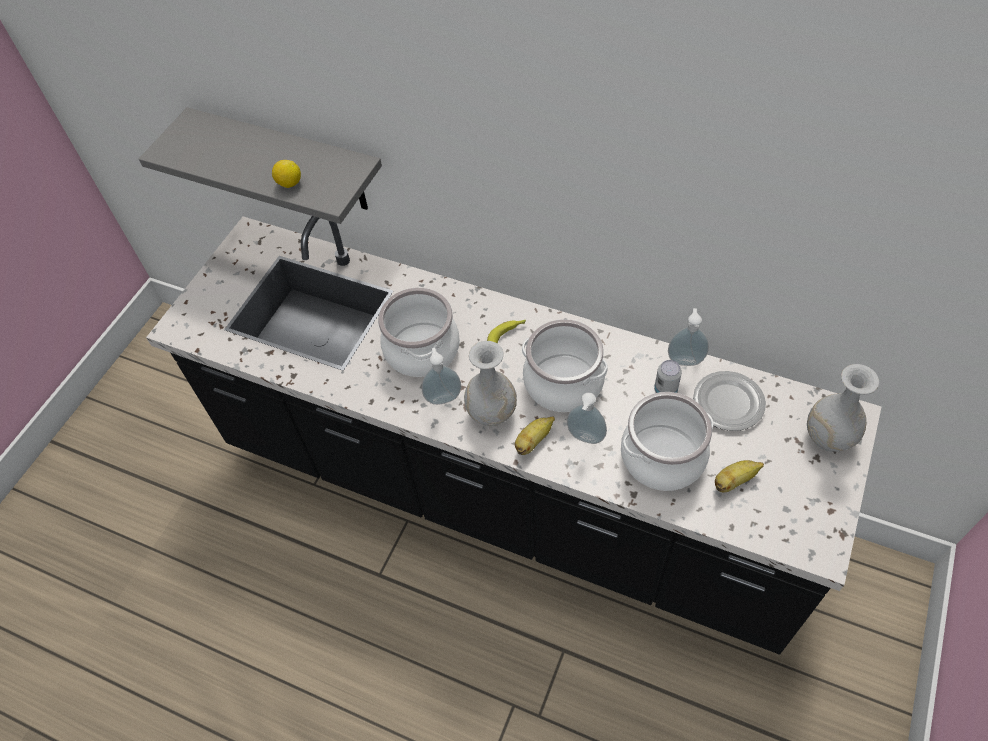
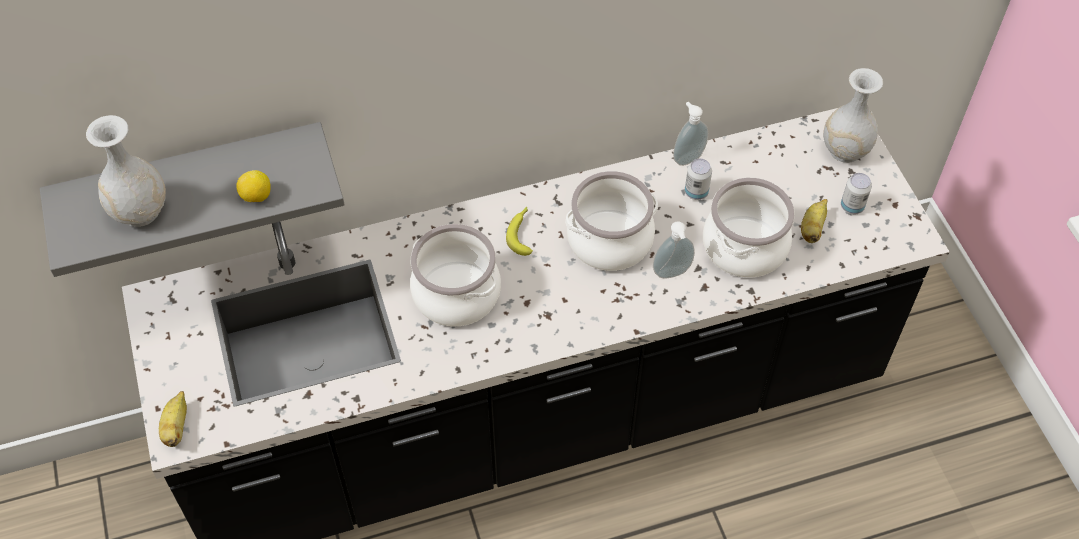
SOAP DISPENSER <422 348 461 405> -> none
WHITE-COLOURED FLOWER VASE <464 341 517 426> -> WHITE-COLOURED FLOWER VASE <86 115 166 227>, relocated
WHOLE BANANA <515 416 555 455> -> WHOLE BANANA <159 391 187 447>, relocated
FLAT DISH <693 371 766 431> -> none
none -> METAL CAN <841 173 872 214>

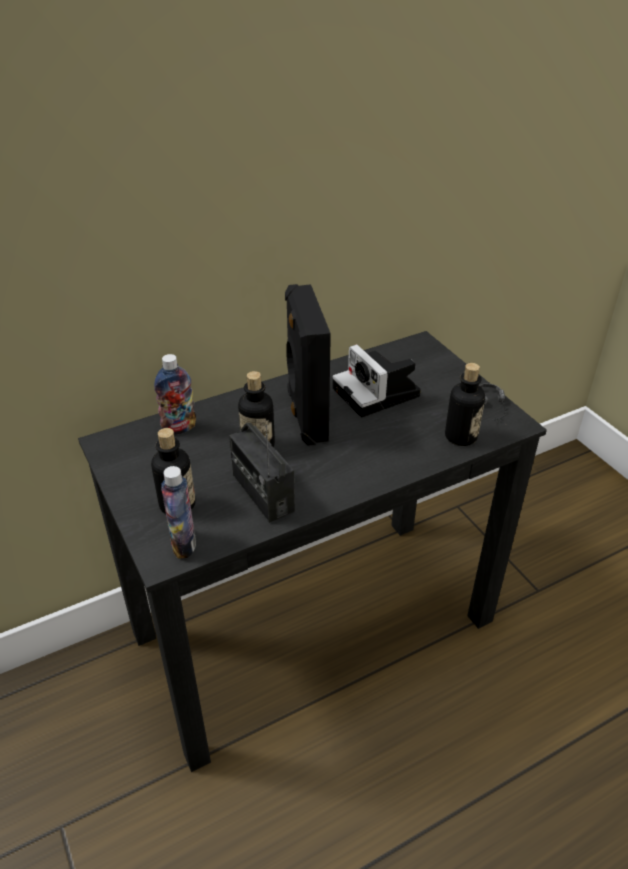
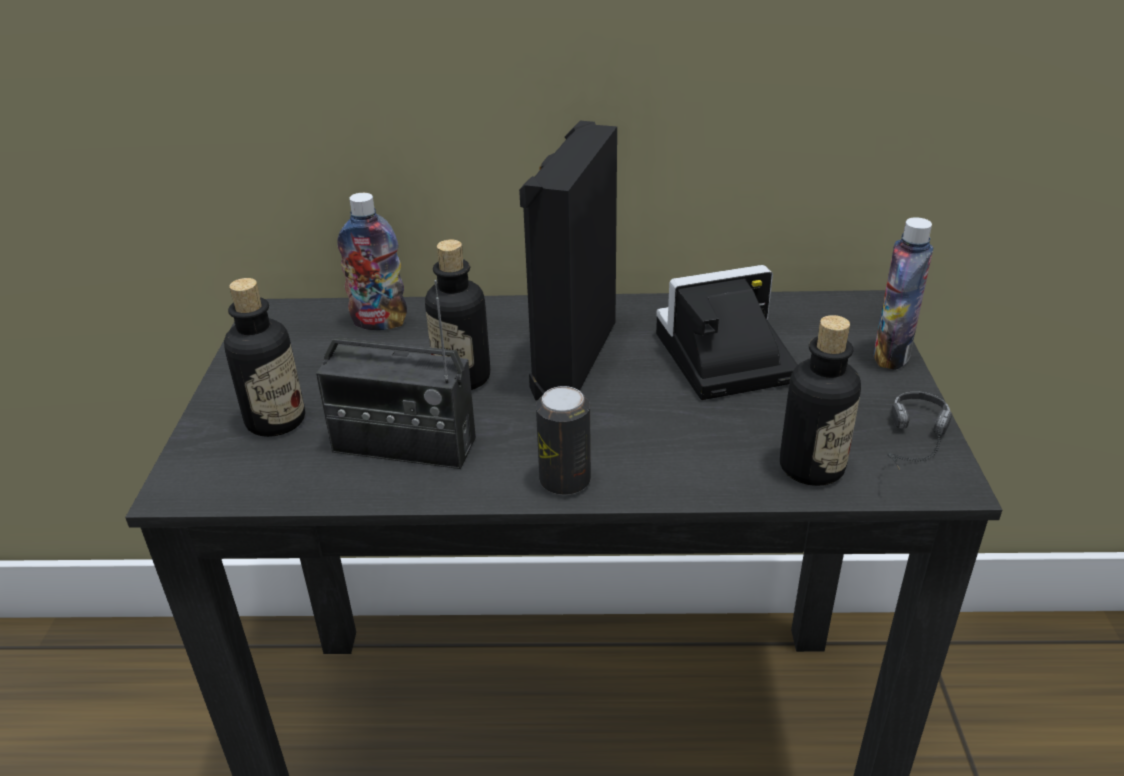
BEVERAGE BOTTLE <161 466 196 558> -> BEVERAGE BOTTLE <873 217 933 370>, relocated
RADIO SET <229 423 295 523> -> RADIO SET <316 280 476 469>, 75 degrees counterclockwise
PHOTO CAMERA <333 344 421 417> -> PHOTO CAMERA <656 265 798 400>, 75 degrees clockwise
none -> METAL CAN <536 386 591 495>

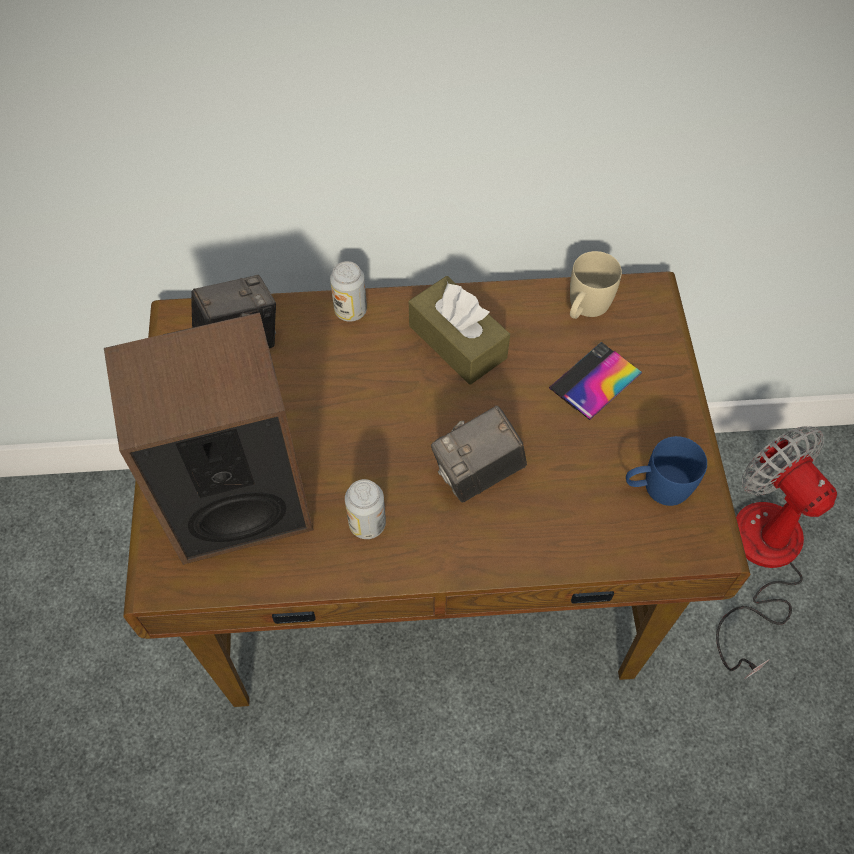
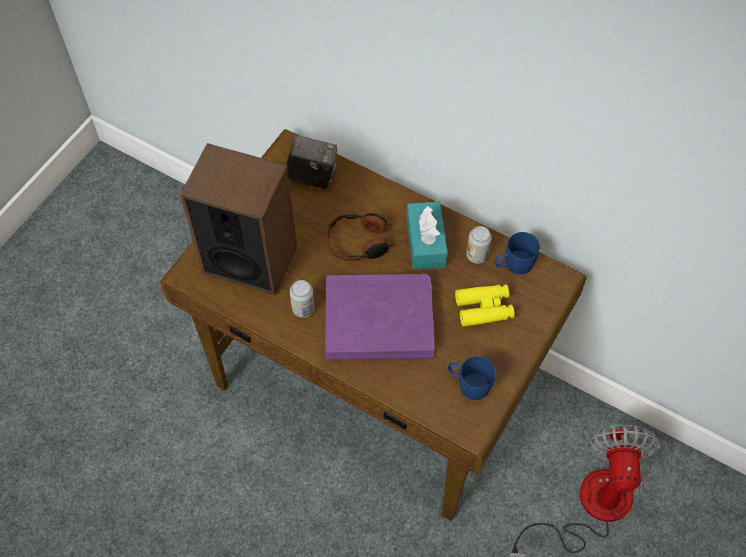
METAL CAN <330 261 367 322> -> METAL CAN <466 226 492 264>, relocated
BROWNISH TISSUE BOX <409 276 510 385> -> TURQUOISE-COLOURED TISSUE BOX <407 201 448 270>
PHOTO CAMERA <431 406 527 503> -> PURPLISH BOOK <325 274 435 360>
PHONE <549 342 642 420> -> YELLOW-COLOURED FIELD GLASSES <455 284 515 327>
BEIGE MUG <570 251 622 319> -> BLUE-COLOURED MUG <495 232 540 275>
none -> HEADSET <326 213 394 261>

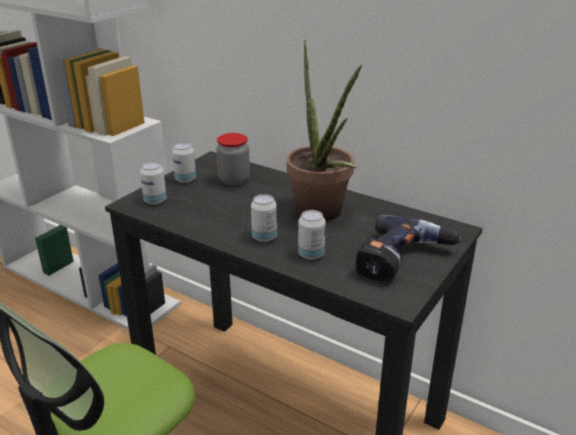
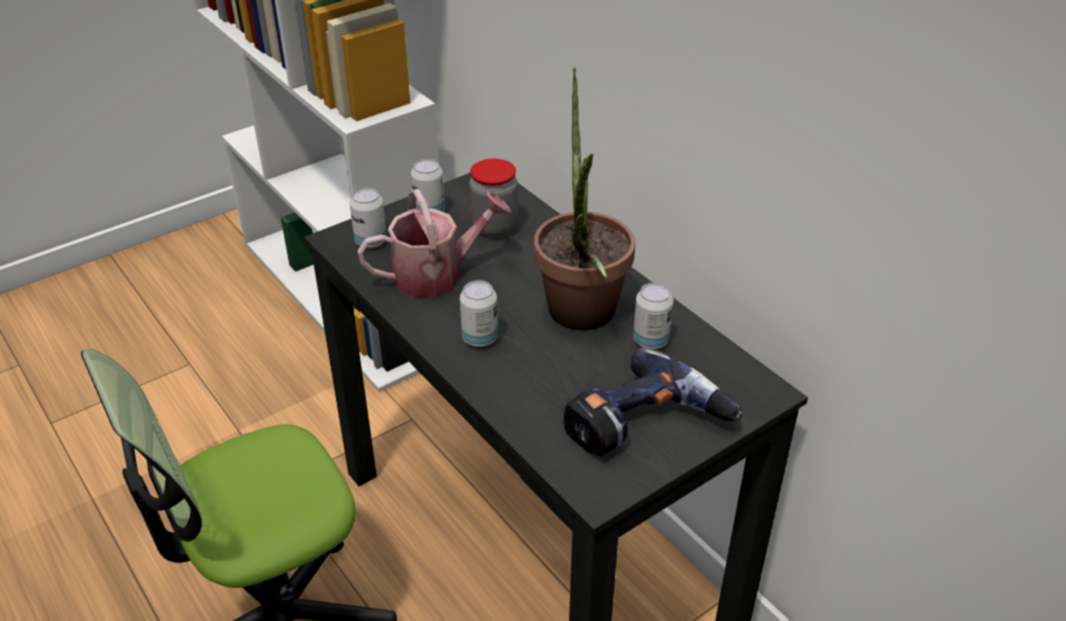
METAL CAN <298 210 326 260> -> METAL CAN <633 283 674 349>, relocated
none -> WATERING POT <357 189 511 297>

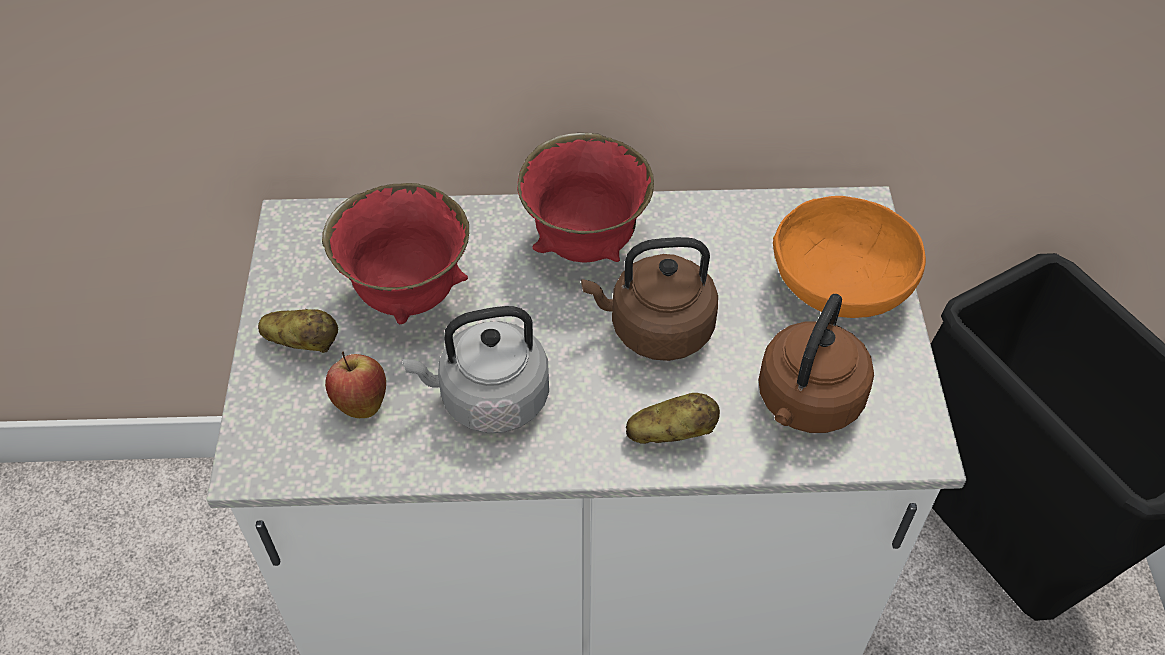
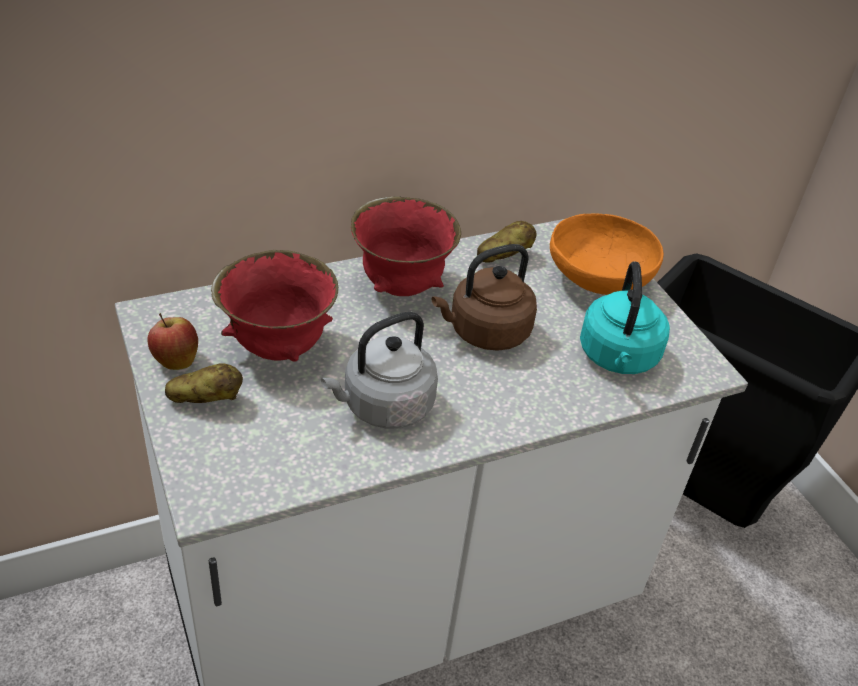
APPLE <325 351 386 418> -> APPLE <147 313 198 370>, relocated
WHOLE POTATO <626 393 720 444> -> WHOLE POTATO <477 221 537 263>, relocated
BROWNISH TEA KETTLE <758 294 874 433> -> TURQUOISE-COLOURED TEA KETTLE <580 261 670 374>

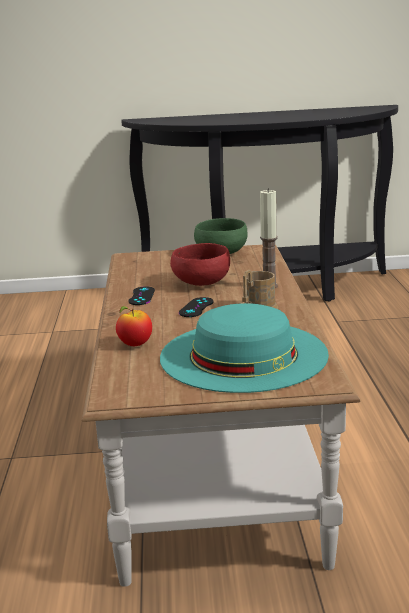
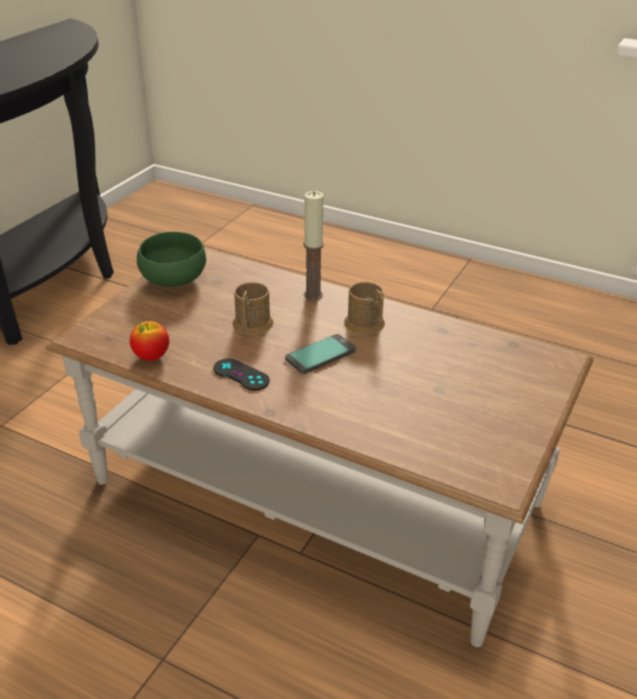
APPLE <116 306 152 346> -> APPLE <130 321 169 361>, relocated
TURQUOISE-COLOURED CLOTHING HAT <160 303 329 393> -> none
REDDISH SERVING BOWL <170 243 230 286> -> BROWNISH MUG <232 282 274 335>
BLACK-COLOURED GAMEPAD <179 297 214 317> -> PHONE <285 334 356 374>

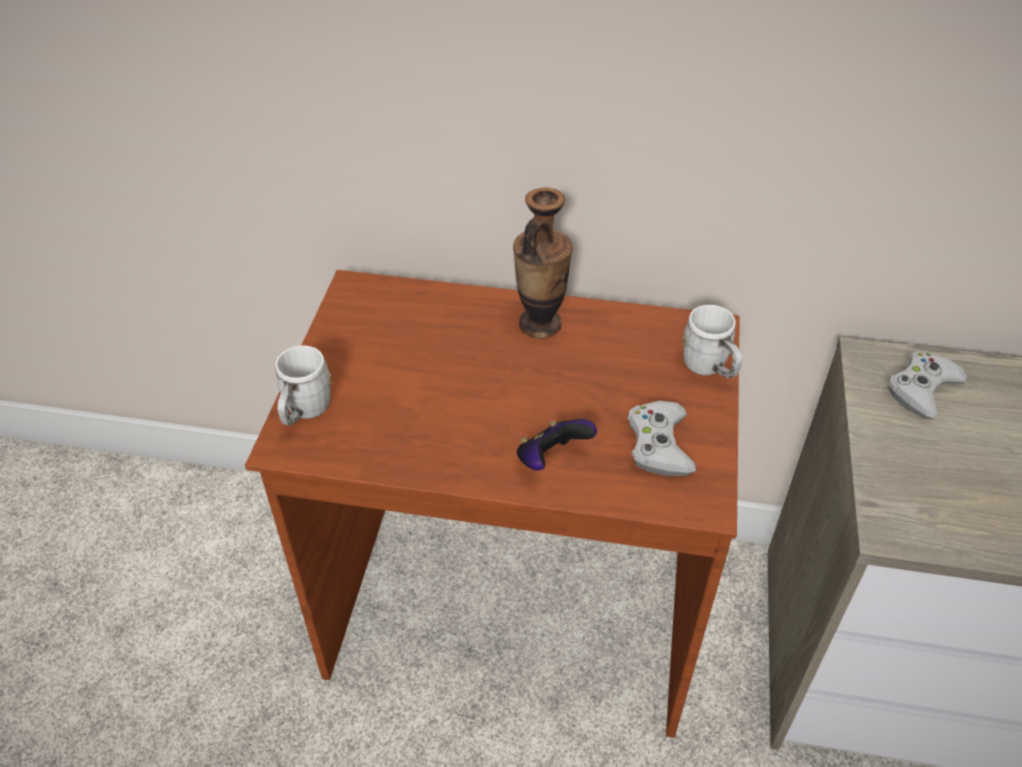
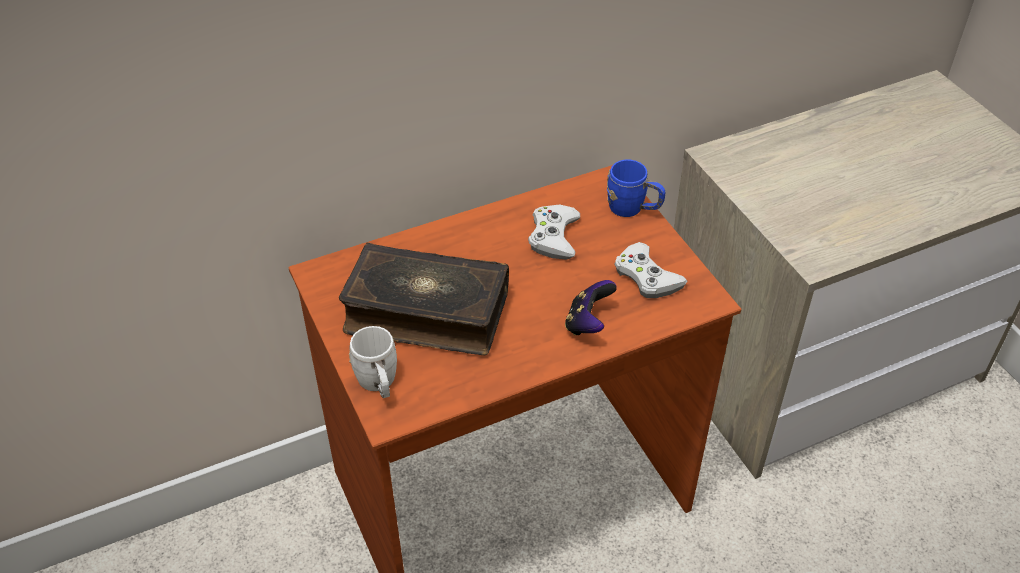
FLOWER VASE <513 188 573 339> -> none
WHITE-COLOURED MUG <682 305 742 379> -> BLUE-COLOURED MUG <607 160 665 217>
WHITE-COLOURED GAMEPAD <888 351 967 419> -> WHITE-COLOURED GAMEPAD <528 205 580 260>, relocated
none -> BOOK <339 242 509 355>

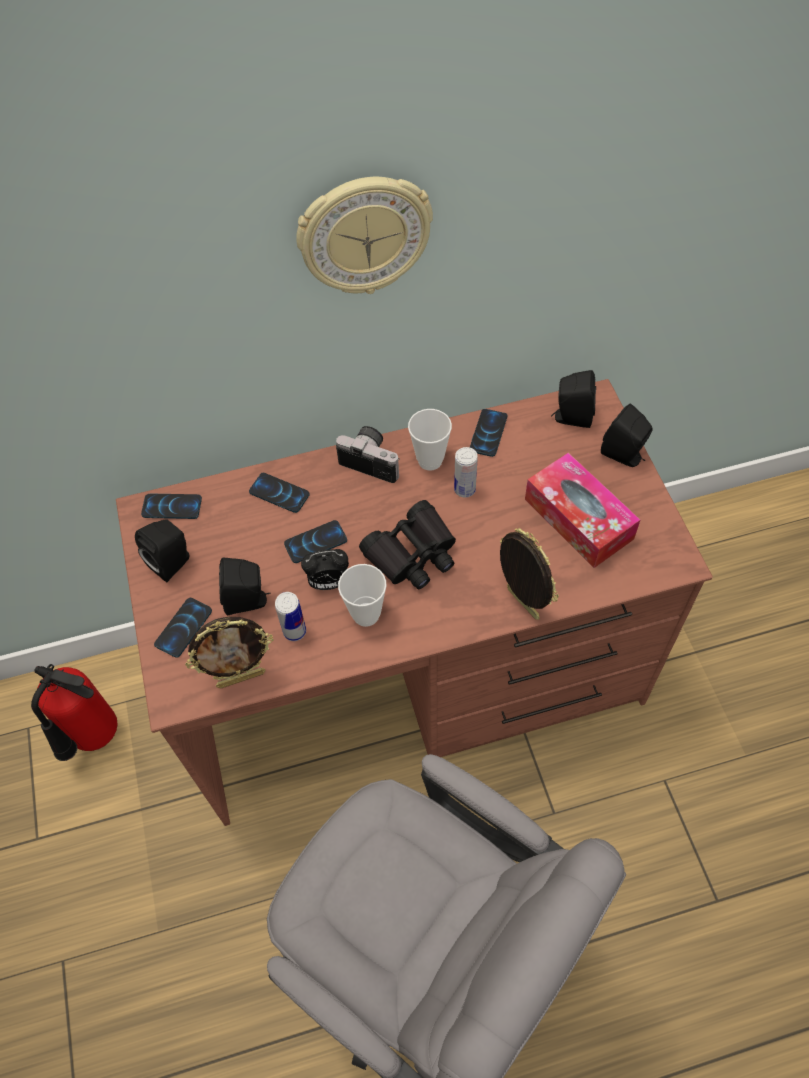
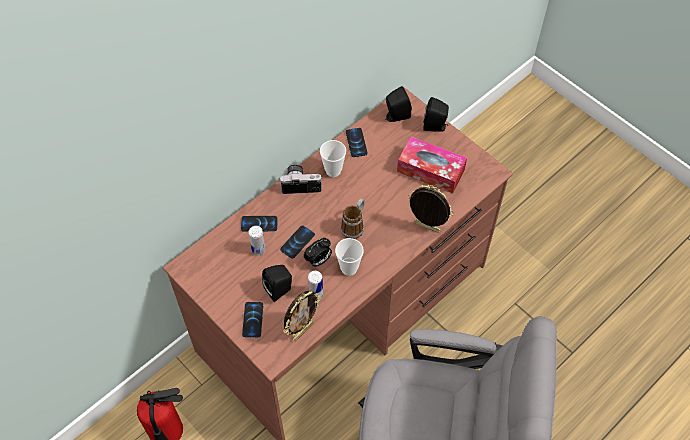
BLACK-COLOURED SPEAKER <135 519 189 582> -> none
PHONE <141 493 202 519> -> none
HANGING CLOCK <296 177 433 294> -> none
BLACK-COLOURED FIELD GLASSES <359 500 456 589> -> MUG <341 198 365 239>
METAL CAN <454 447 478 498> -> METAL CAN <249 226 265 256>, relocated

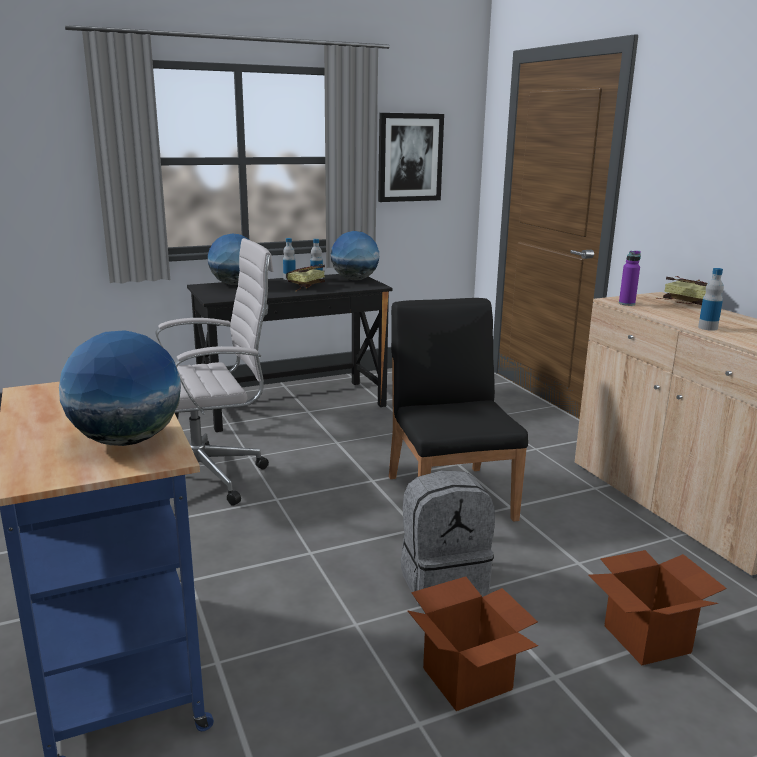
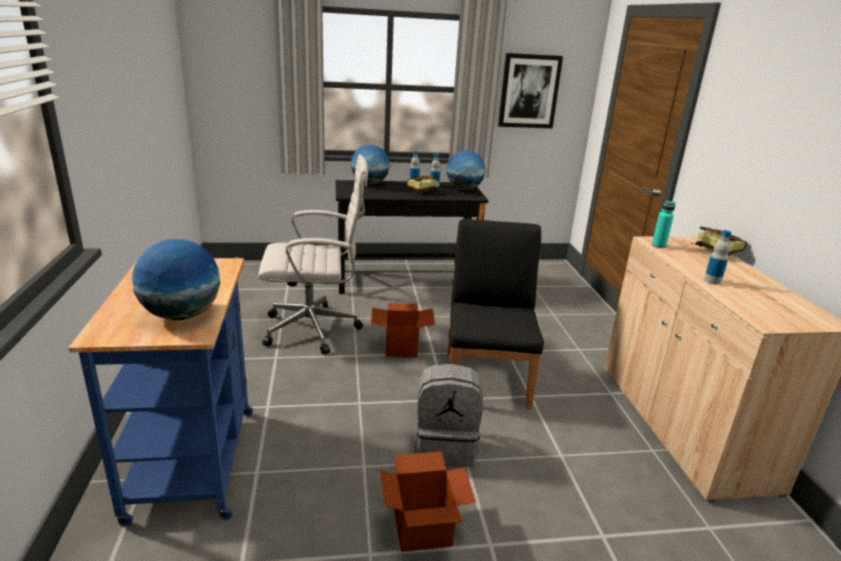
CARDBOARD BOX <588 550 727 665> -> CARDBOARD BOX <371 303 435 357>, relocated
PURPLISH BEVERAGE BOTTLE <619 251 641 306> -> TURQUOISE-COLOURED BEVERAGE BOTTLE <652 201 676 248>

